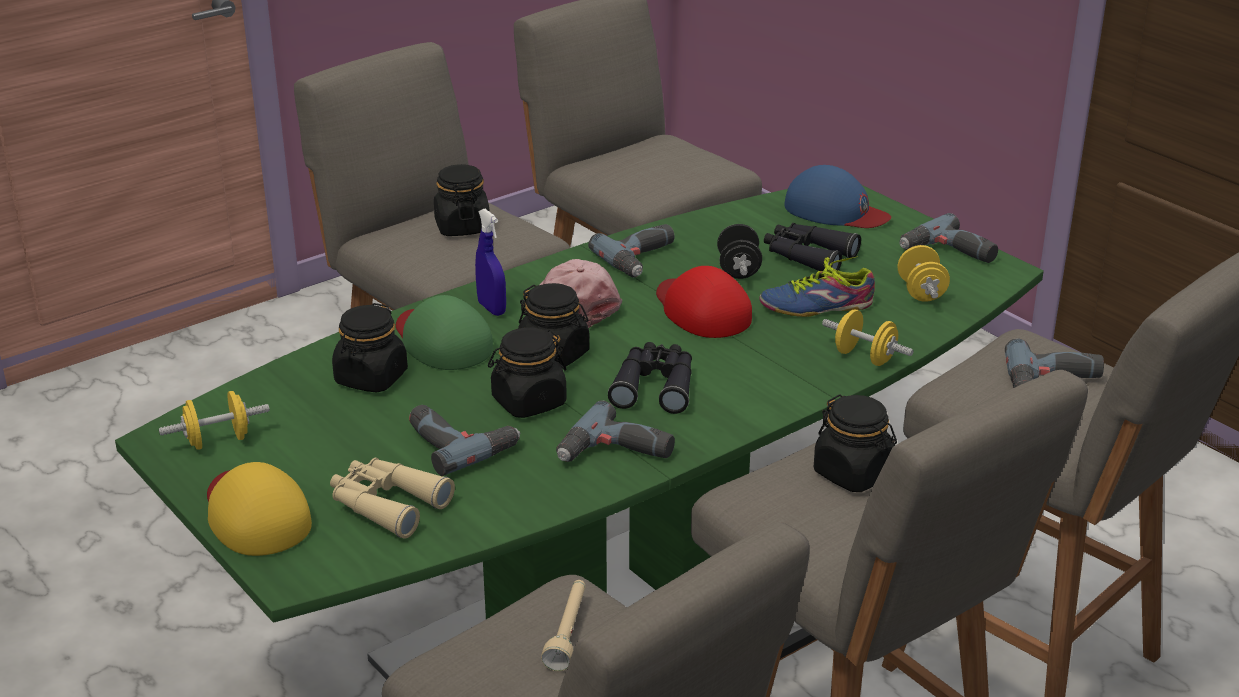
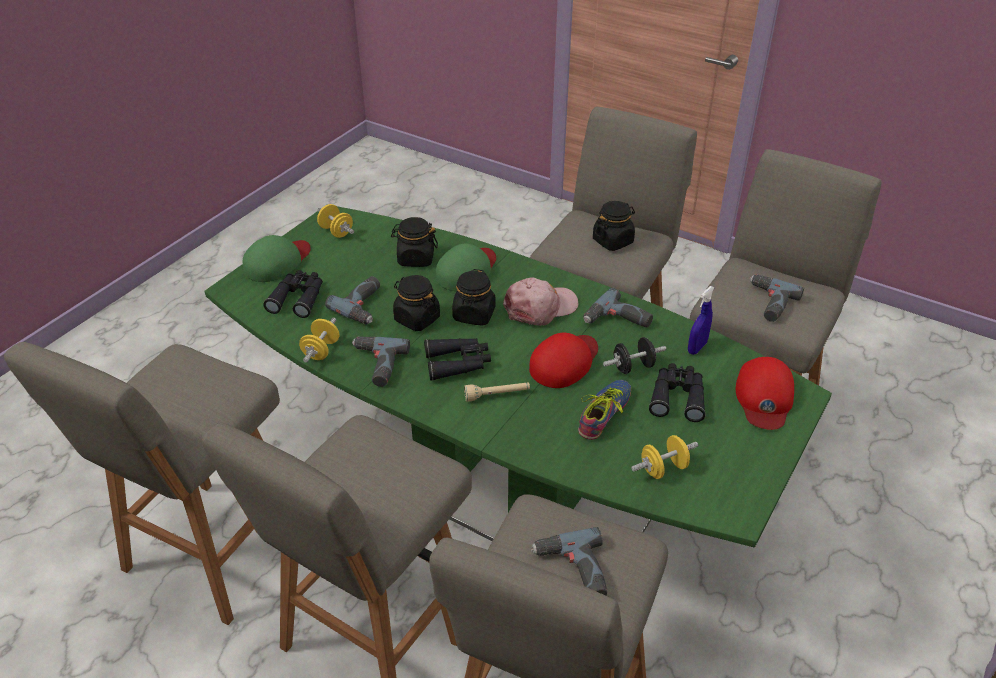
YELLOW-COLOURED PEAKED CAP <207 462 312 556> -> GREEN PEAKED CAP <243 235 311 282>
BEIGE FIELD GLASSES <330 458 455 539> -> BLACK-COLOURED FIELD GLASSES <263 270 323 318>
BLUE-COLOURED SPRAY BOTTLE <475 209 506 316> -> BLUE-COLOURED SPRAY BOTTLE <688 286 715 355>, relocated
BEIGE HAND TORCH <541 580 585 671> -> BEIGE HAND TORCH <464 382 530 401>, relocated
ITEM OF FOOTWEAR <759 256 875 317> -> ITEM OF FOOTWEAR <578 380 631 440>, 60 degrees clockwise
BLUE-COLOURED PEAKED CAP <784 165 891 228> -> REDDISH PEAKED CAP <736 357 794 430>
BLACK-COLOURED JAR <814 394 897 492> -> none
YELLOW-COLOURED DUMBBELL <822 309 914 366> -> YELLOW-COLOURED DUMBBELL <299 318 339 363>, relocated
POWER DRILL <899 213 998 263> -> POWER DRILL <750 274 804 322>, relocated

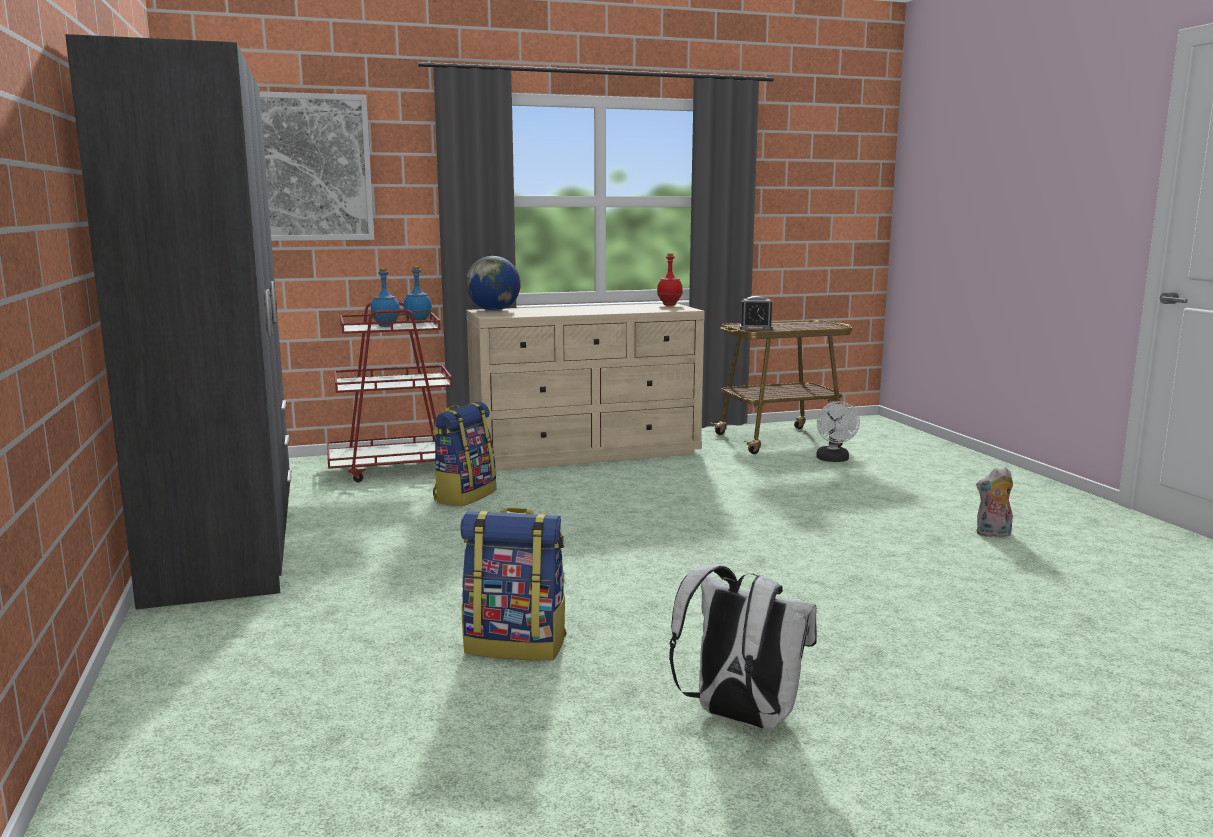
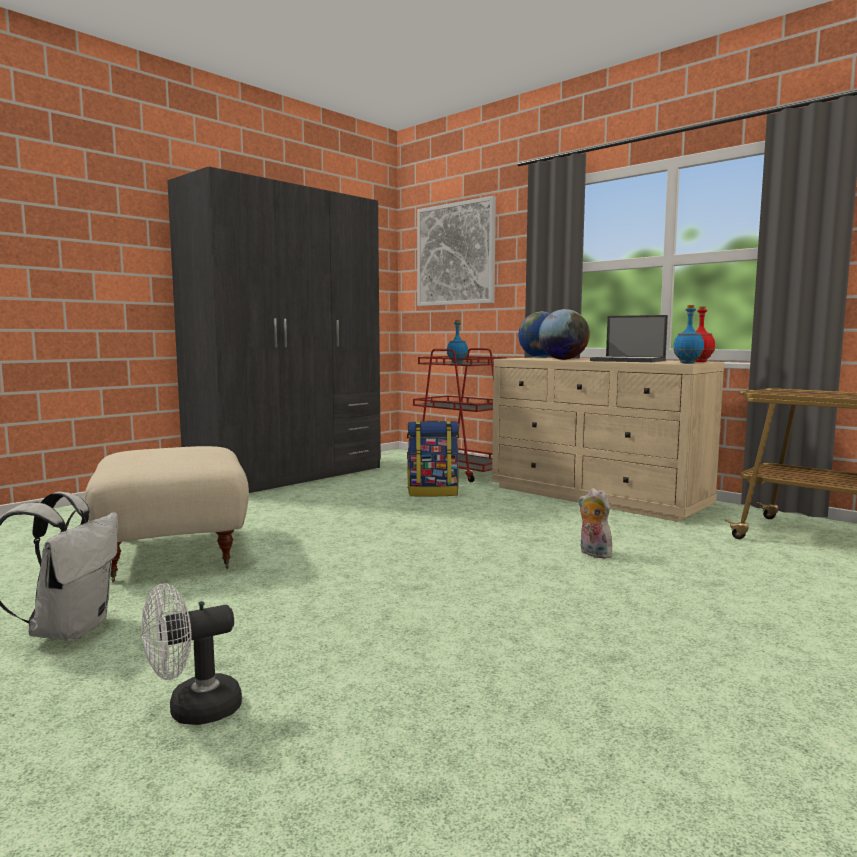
BLUE-COLOURED BEVERAGE BOTTLE <404 266 432 321> -> BLUE-COLOURED BEVERAGE BOTTLE <673 305 704 363>, relocated
BACKPACK <460 508 567 660> -> BEIGE OTTOMAN <84 446 249 582>
BEDSIDE CLOCK <739 296 773 330> -> none
WHITE-COLOURED ELECTRIC FAN <816 401 860 462> -> WHITE-COLOURED ELECTRIC FAN <141 583 242 725>, relocated
PLUSH TOY <976 467 1013 537> -> PLUSH TOY <578 488 614 559>, relocated
none -> WORLD GLOBE <539 309 590 360>
none -> NOTEBOOK COMPUTER <590 315 668 362>

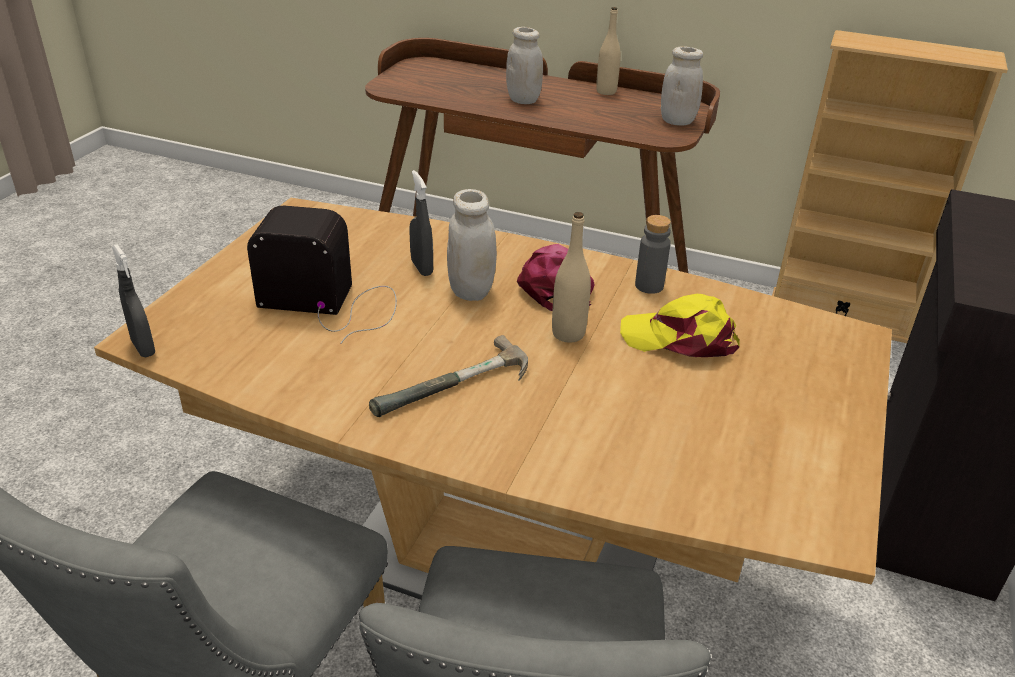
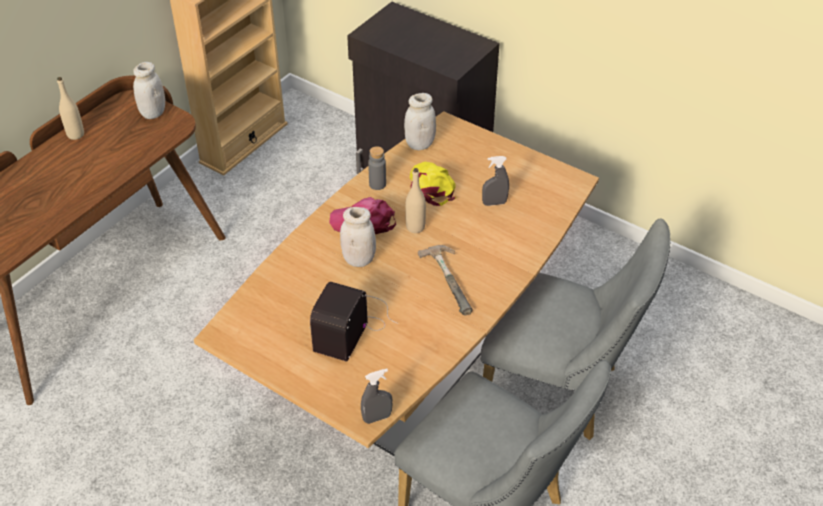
GREY SPRAY BOTTLE <409 170 433 276> -> GREY SPRAY BOTTLE <482 156 509 206>, relocated
WHITE-COLOURED JAR <506 27 543 104> -> WHITE-COLOURED JAR <404 93 436 150>, relocated
YELLOW-COLOURED PEAKED CAP <620 294 740 357> -> YELLOW-COLOURED PEAKED CAP <410 162 456 206>, 135 degrees clockwise

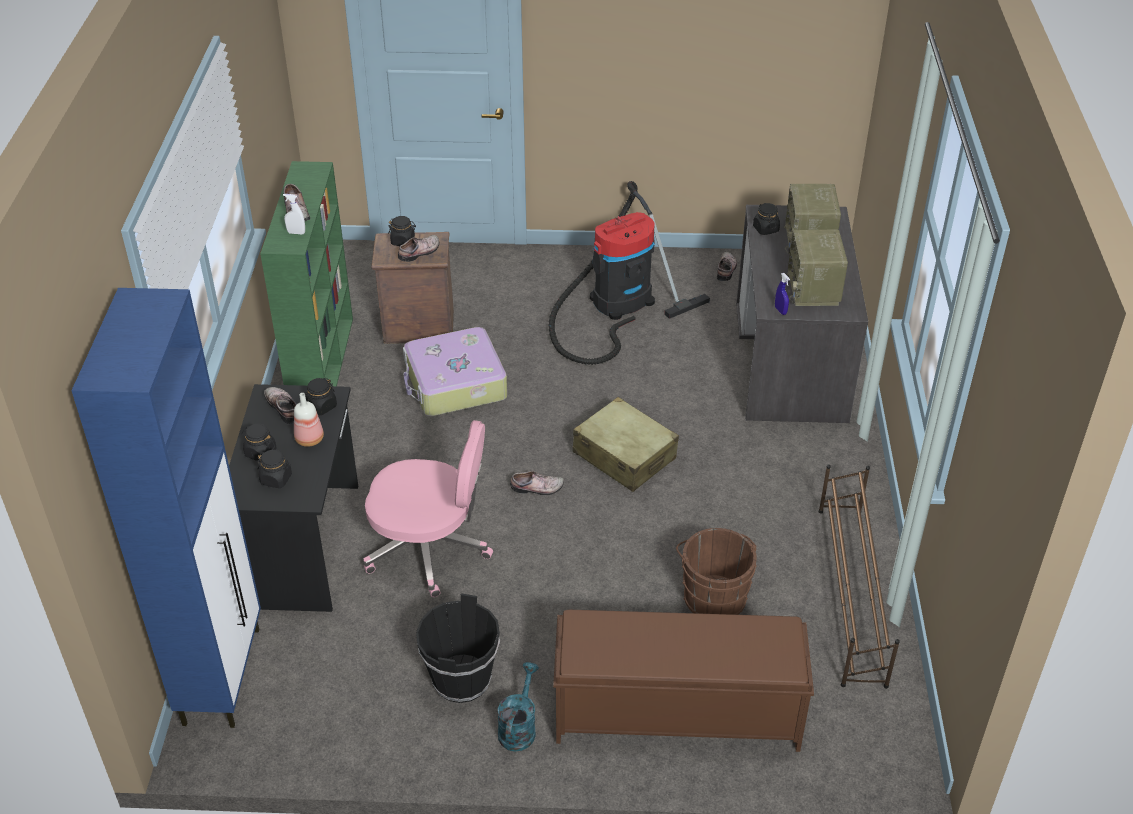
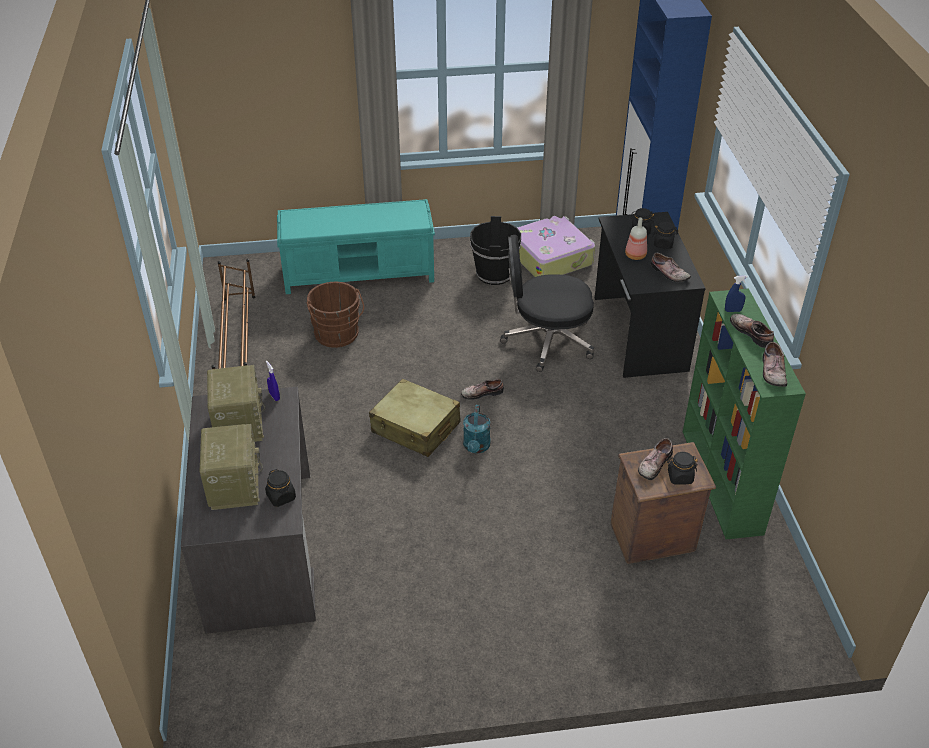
WHITE-COLOURED SPRAY BOTTLE <283 194 305 234> -> BLUE-COLOURED SPRAY BOTTLE <725 276 748 312>
BLACK-COLOURED JAR <305 378 337 415> -> none
PINK OFFICE CHAIR <363 420 493 597> -> BLACK-COLOURED OFFICE CHAIR <500 235 594 372>
TRAVEL CASE <403 327 507 416> -> TRAVEL CASE <517 216 595 277>, relocated
TURQUOISE-COLOURED WATERING POT <498 662 539 752> -> TURQUOISE-COLOURED WATERING POT <463 405 491 453>, relocated
VACUUM CLEANER <549 181 710 365> -> none
BROWNISH BENCH <553 610 814 752> -> TURQUOISE-COLOURED BENCH <277 199 435 294>
ITEM OF FOOTWEAR <717 252 737 281> -> ITEM OF FOOTWEAR <762 342 787 387>, relocated

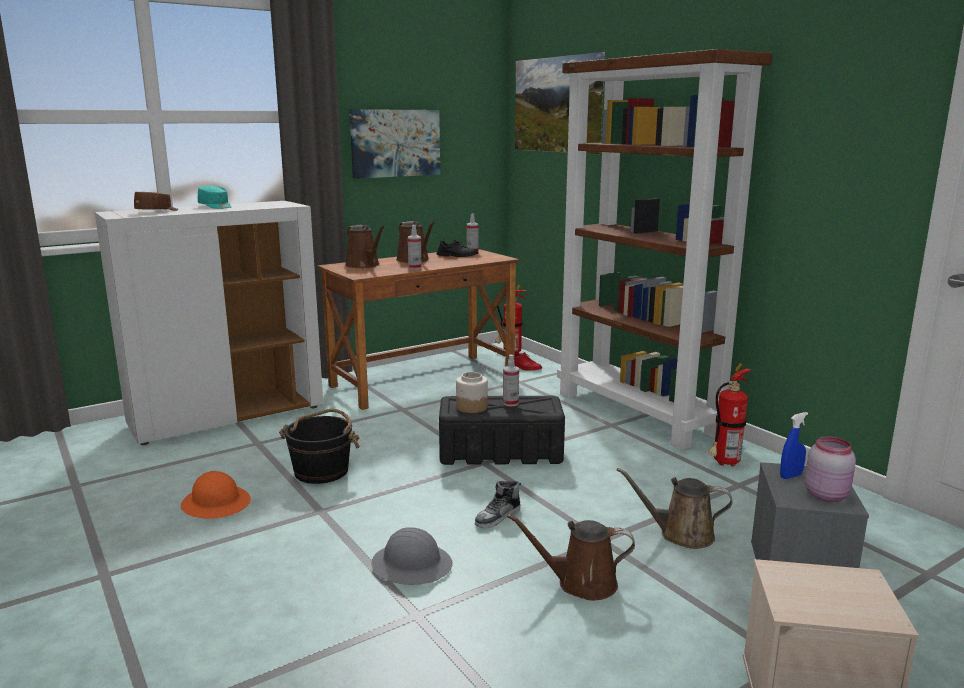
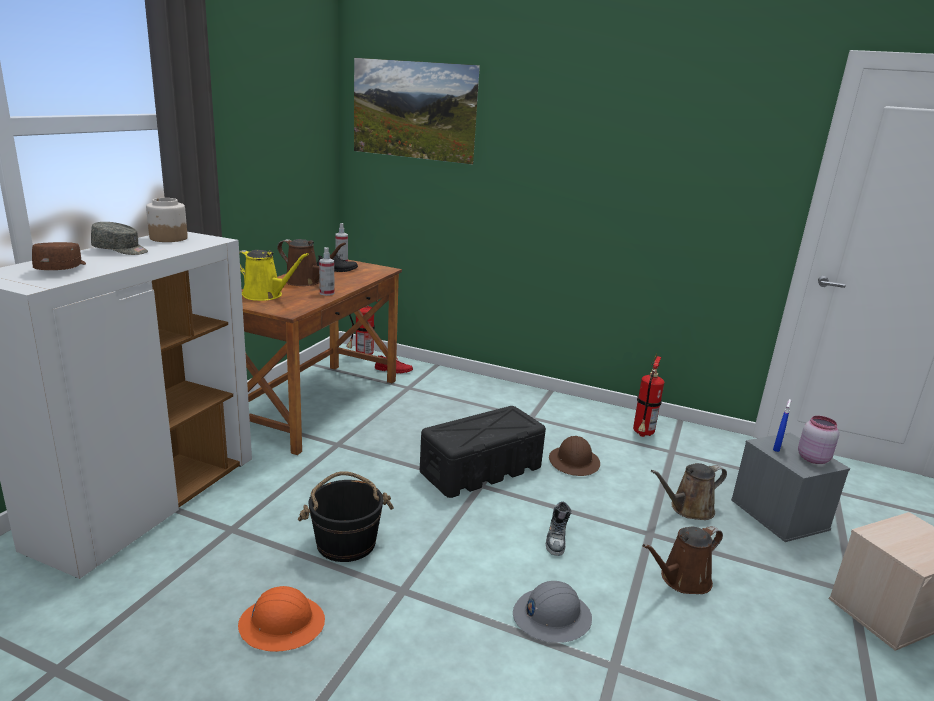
TURQUOISE-COLOURED PEAKED CAP <198 186 231 209> -> GREY PEAKED CAP <91 222 148 255>
BROWNISH WATERING POT <345 225 385 268> -> YELLOW-COLOURED WATERING POT <239 250 309 301>
PICTURE <349 109 440 179> -> none
JAR <456 372 488 413> -> JAR <146 198 188 242>, relocated
SPRAY BOTTLE <503 354 519 406> -> none
BROWNISH SHELVING UNIT <557 49 773 450> -> none
none -> BROWNISH HARD HAT <549 436 600 476>

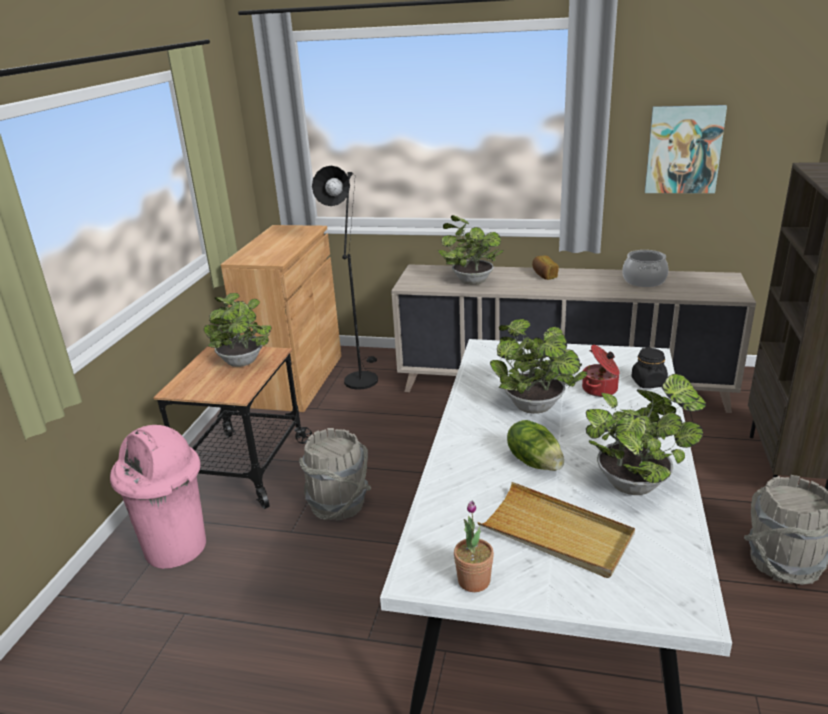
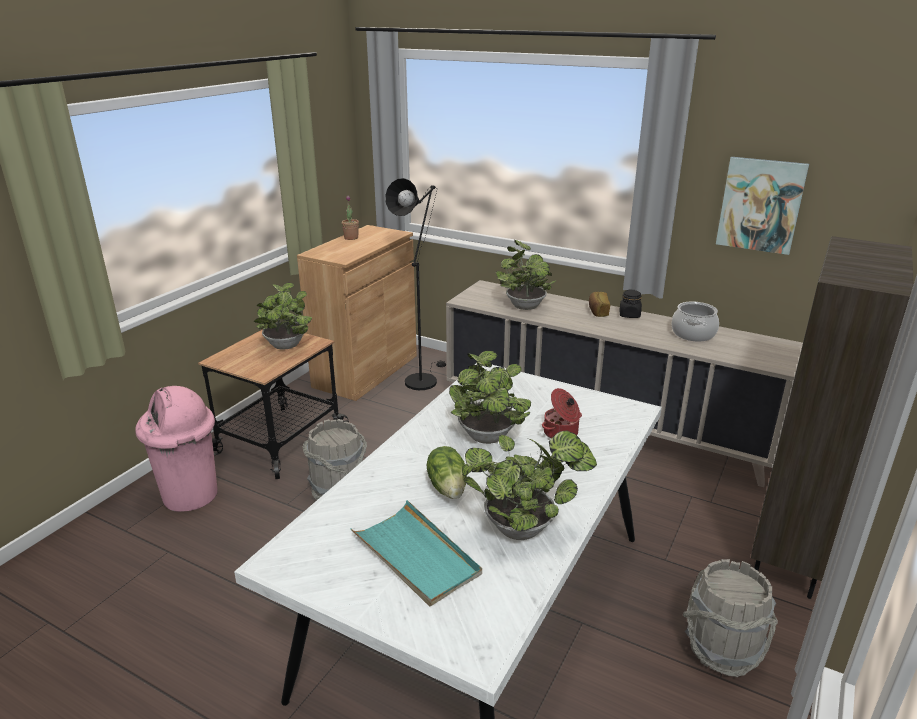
PLANT IN A POT <454 501 494 592> -> PLANT IN A POT <342 195 359 240>, relocated
BEIGE CARRYING TRAY <478 482 635 578> -> TURQUOISE-COLOURED CARRYING TRAY <350 500 482 606>
BLACK-COLOURED JAR <631 347 668 388> -> BLACK-COLOURED JAR <620 289 642 318>, relocated

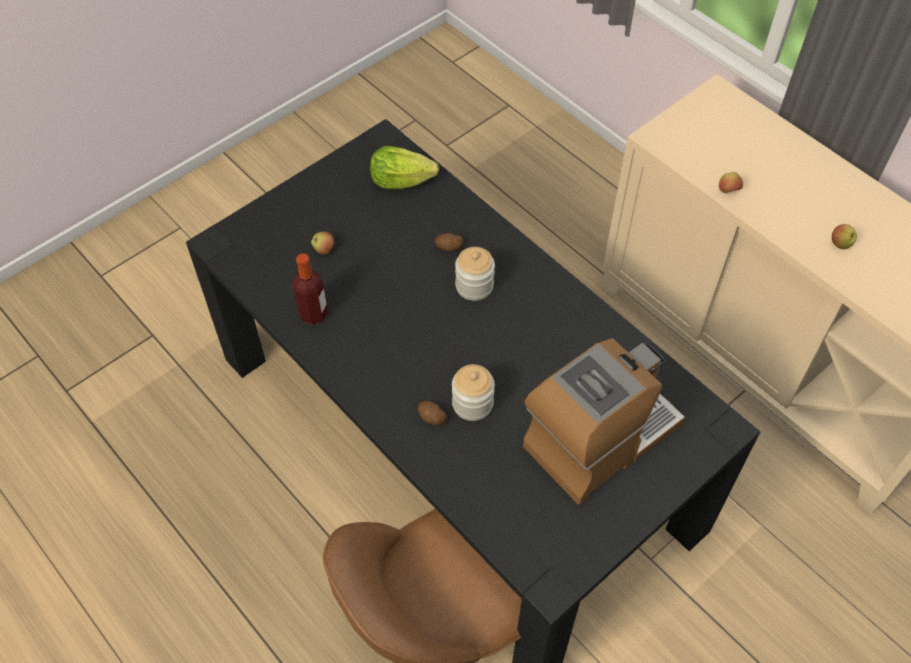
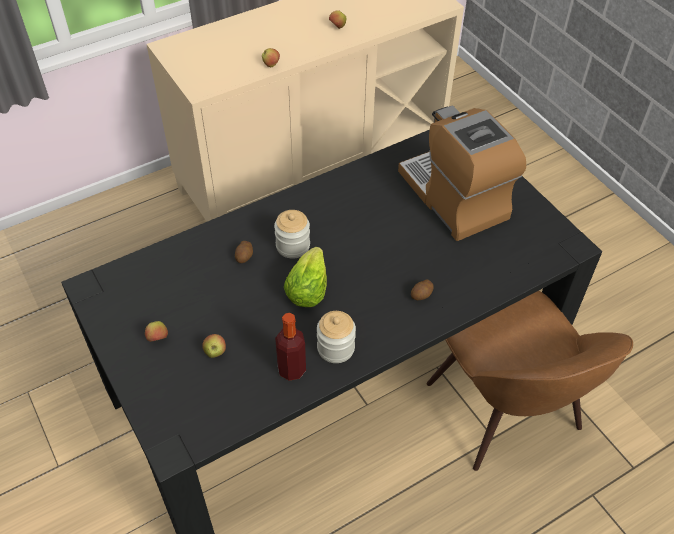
LETTUCE <370 146 439 189> -> LETTUCE <284 247 327 307>, relocated
JAR <452 364 495 421> -> JAR <317 311 356 363>, relocated
none -> APPLE <145 321 168 342>

